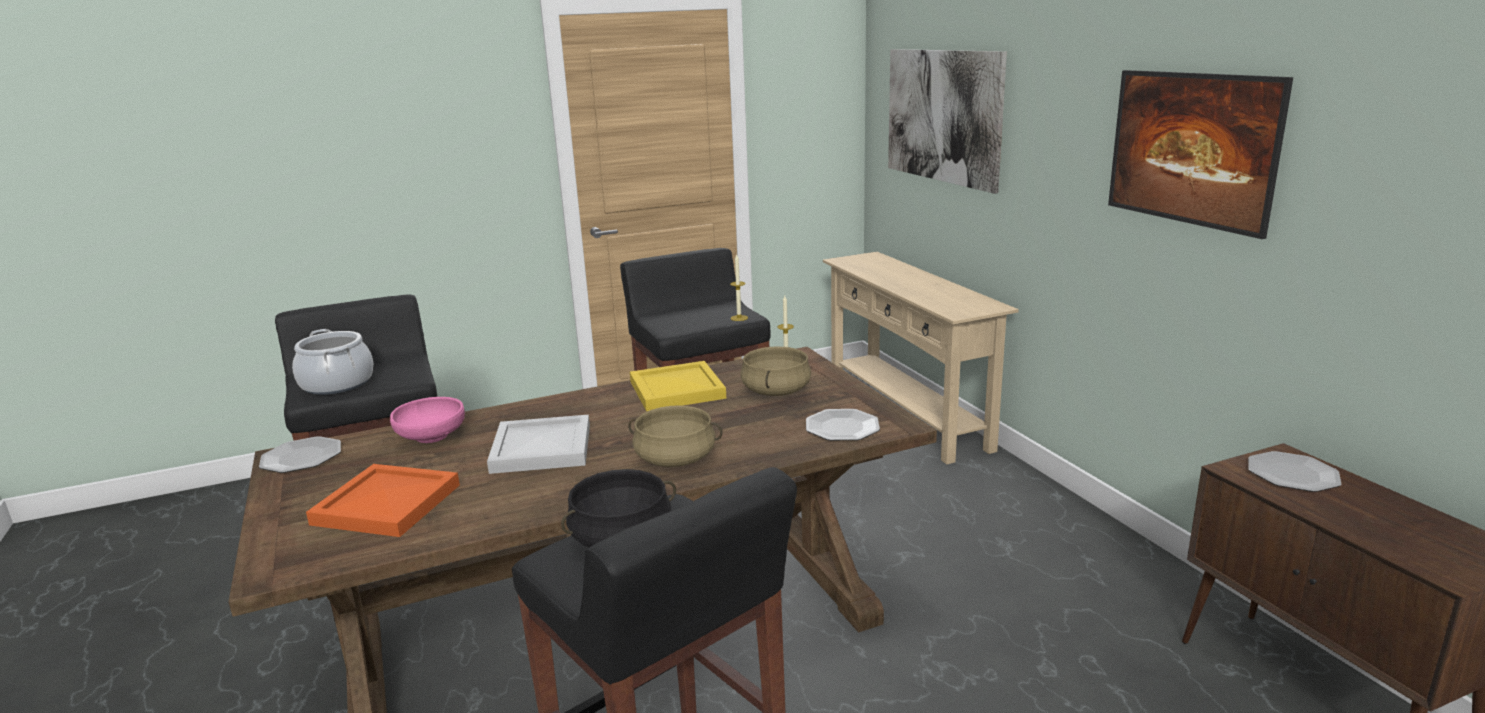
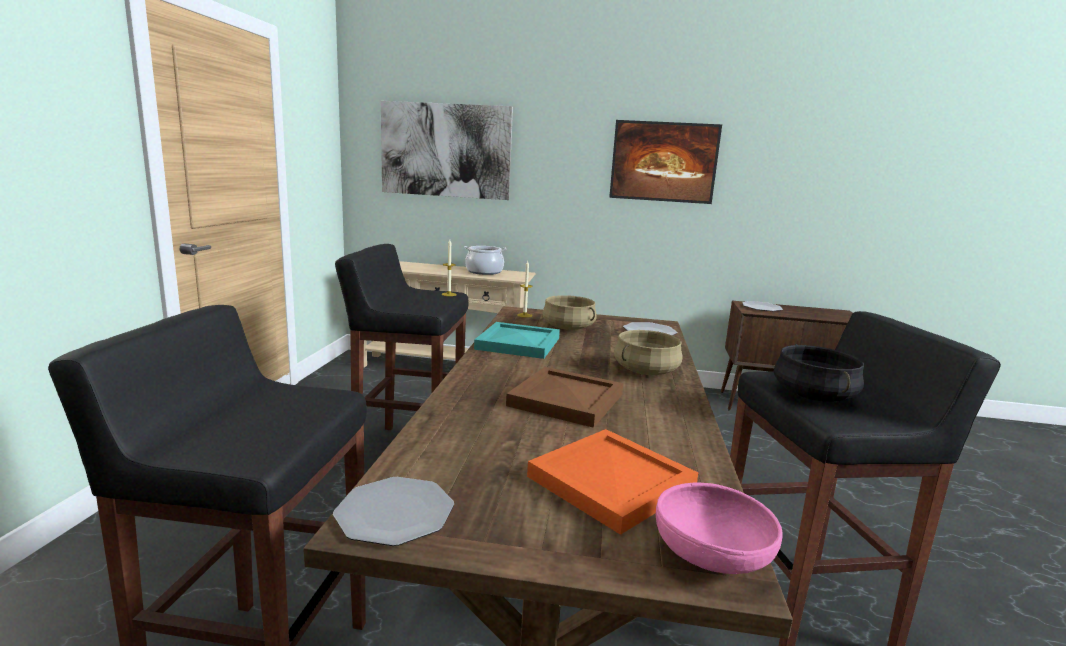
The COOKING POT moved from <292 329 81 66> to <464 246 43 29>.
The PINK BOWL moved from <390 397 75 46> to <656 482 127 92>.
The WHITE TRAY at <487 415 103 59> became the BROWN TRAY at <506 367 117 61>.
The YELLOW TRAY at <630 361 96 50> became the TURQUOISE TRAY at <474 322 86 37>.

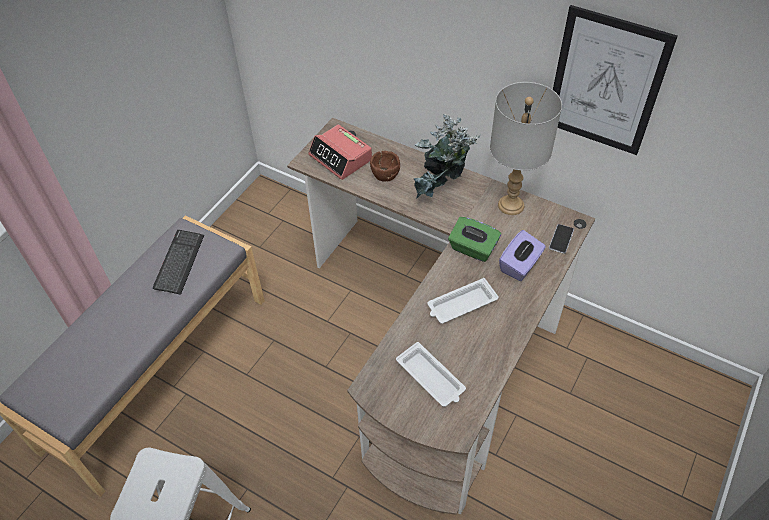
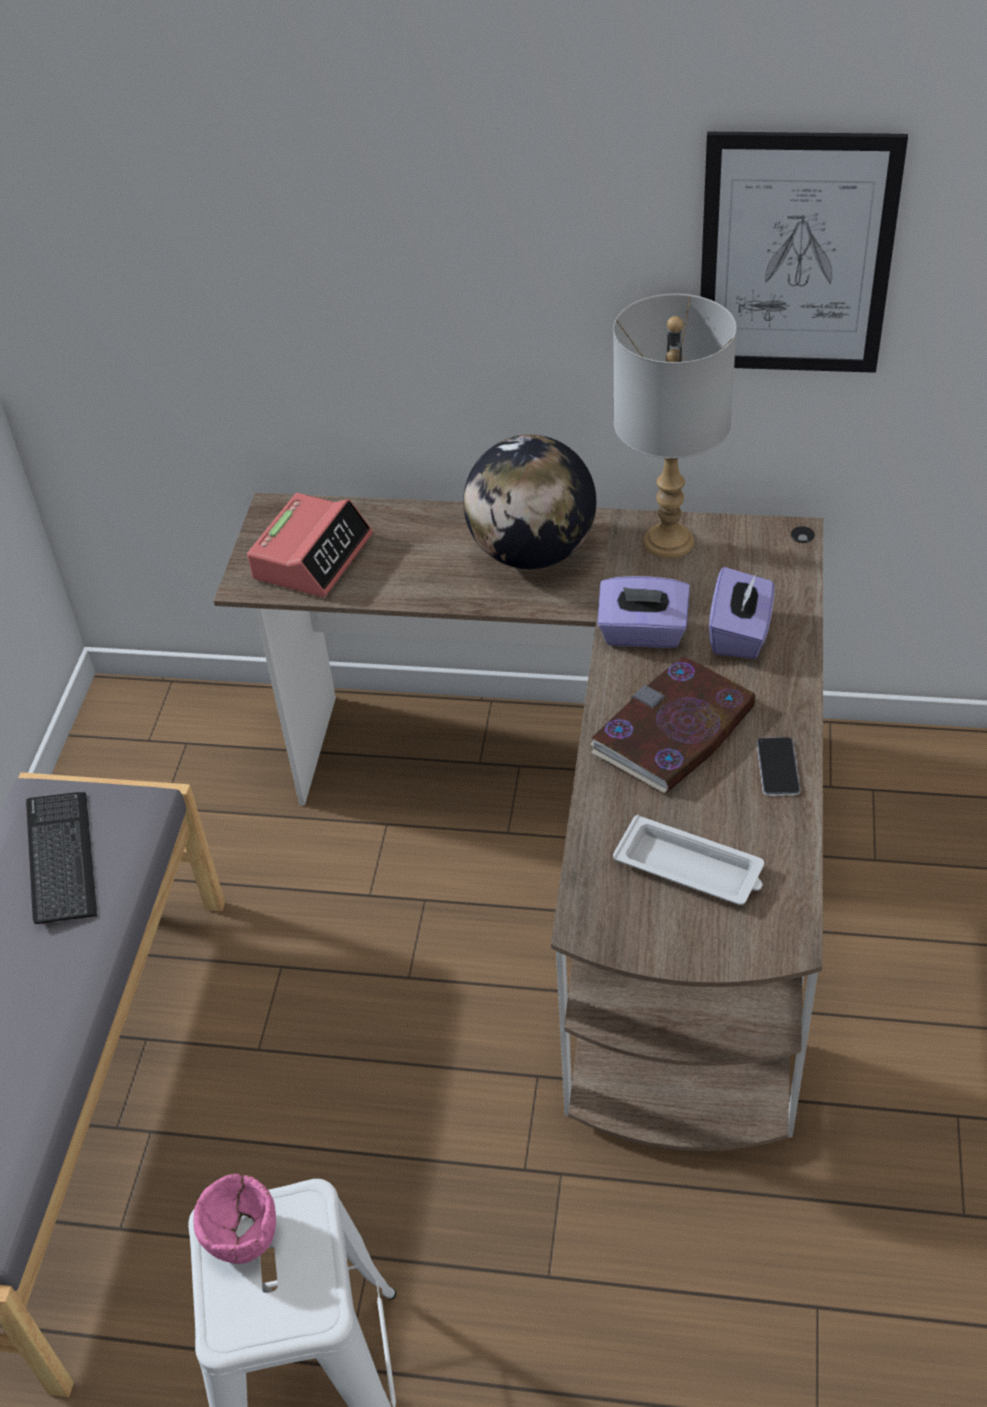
The BROWN BOWL at <370 151 30 31> disappeared.
The PINK BOWL at <193 1174 83 90> appeared.
The PHONE moved from <549 224 25 30> to <756 737 45 59>.
The POTTED PLANT at <414 114 67 84> was replaced by the GLOBE at <463 435 133 134>.
The WHITE TRAY at <427 278 72 46> was replaced by the BOOK at <590 656 166 138>.
The GREEN TISSUE BOX at <448 217 53 45> became the PURPLE TISSUE BOX at <597 576 93 72>.
The ALARM CLOCK at <308 124 64 56> turned 90 degrees counterclockwise.

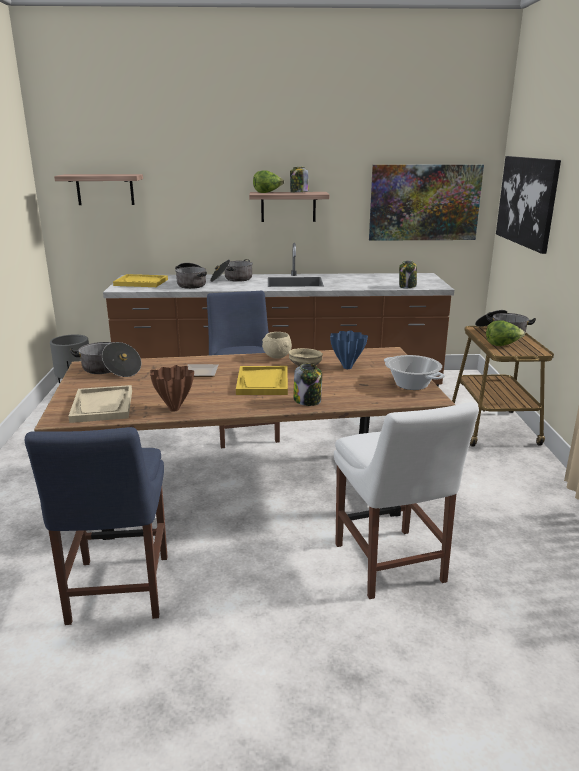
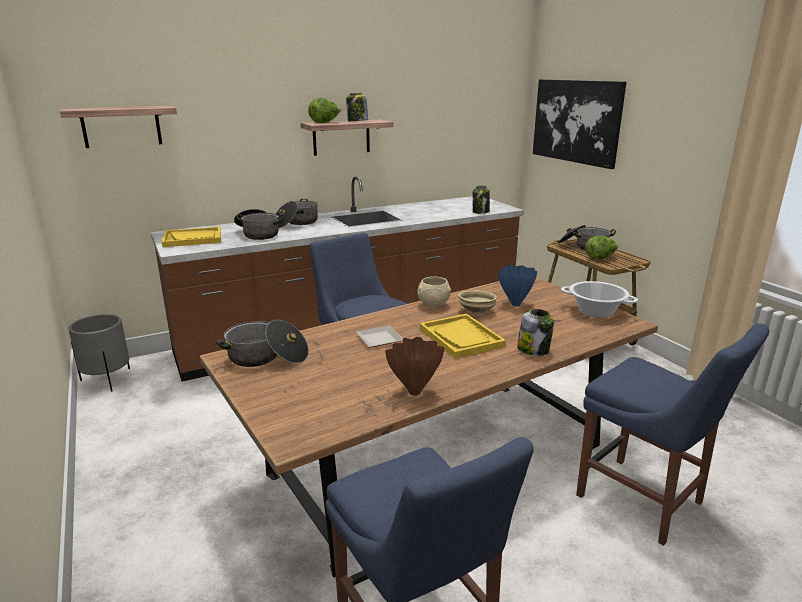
The BEIGE TRAY at <68 385 64 38> disappeared.
The PICTURE at <369 165 115 76> disappeared.
The WHITE CHAIR at <334 402 145 197> became the BLUE CHAIR at <576 323 193 223>.

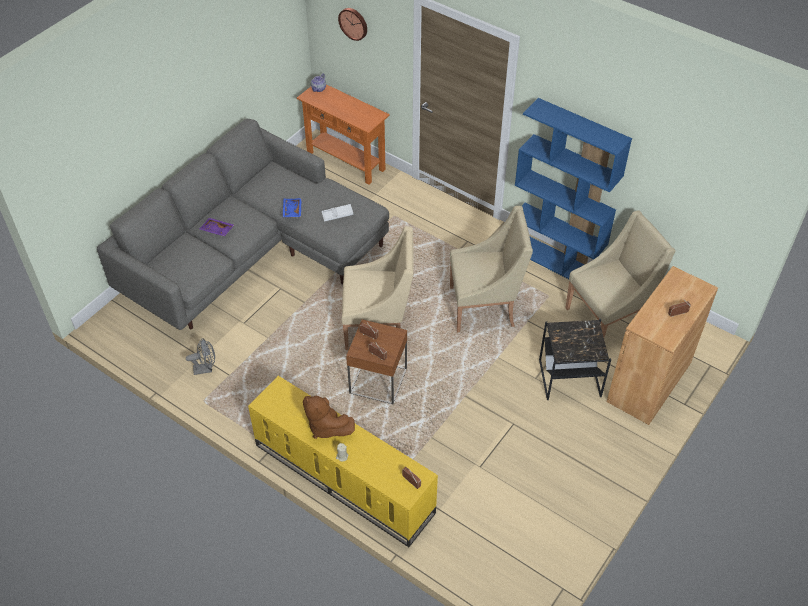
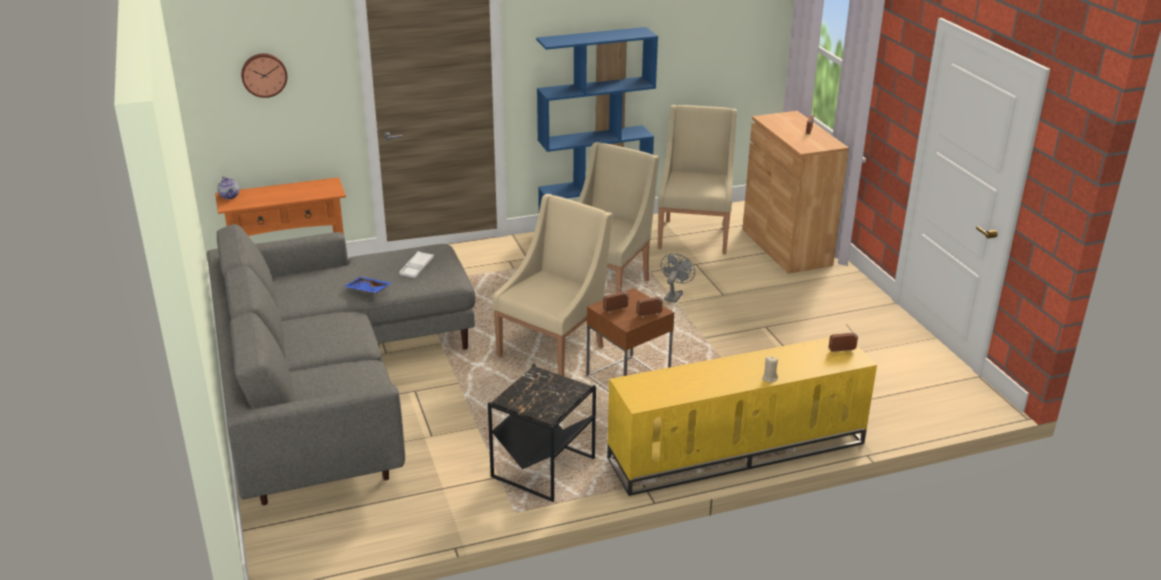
The PURPLE TRAY at <199 218 35 18> disappeared.
The BROWN PLUSH TOY at <303 395 52 44> disappeared.
The GREY FAN moved from <186 338 29 37> to <661 253 34 50>.
The BLACK SIDE TABLE moved from <539 319 72 81> to <488 364 108 138>.

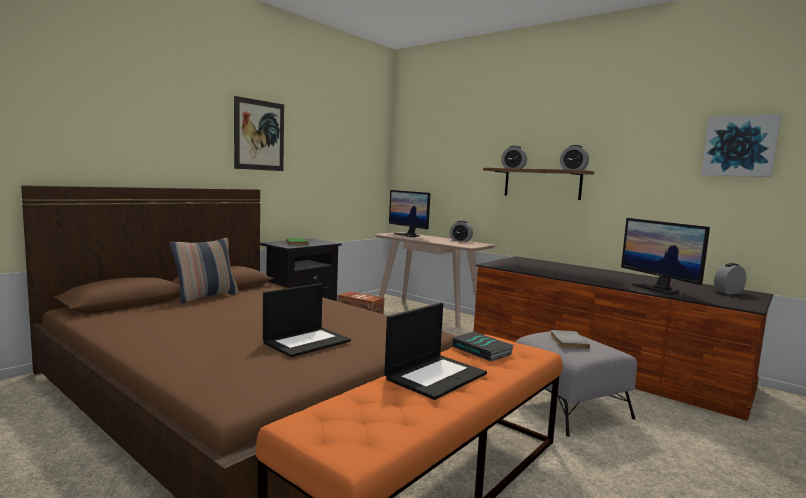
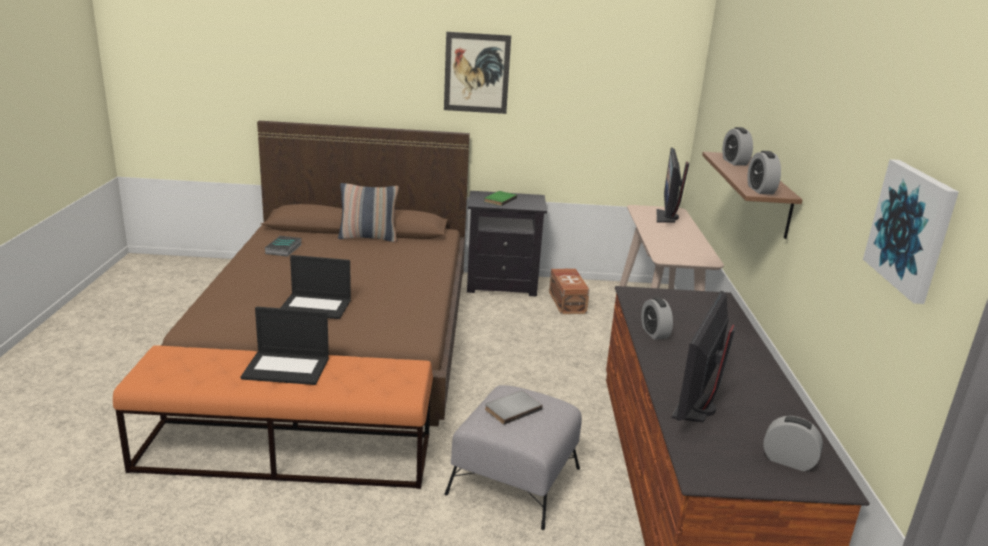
The ALARM CLOCK moved from <450 221 23 21> to <641 297 32 43>.
The BOOK moved from <452 332 62 29> to <265 236 37 21>.

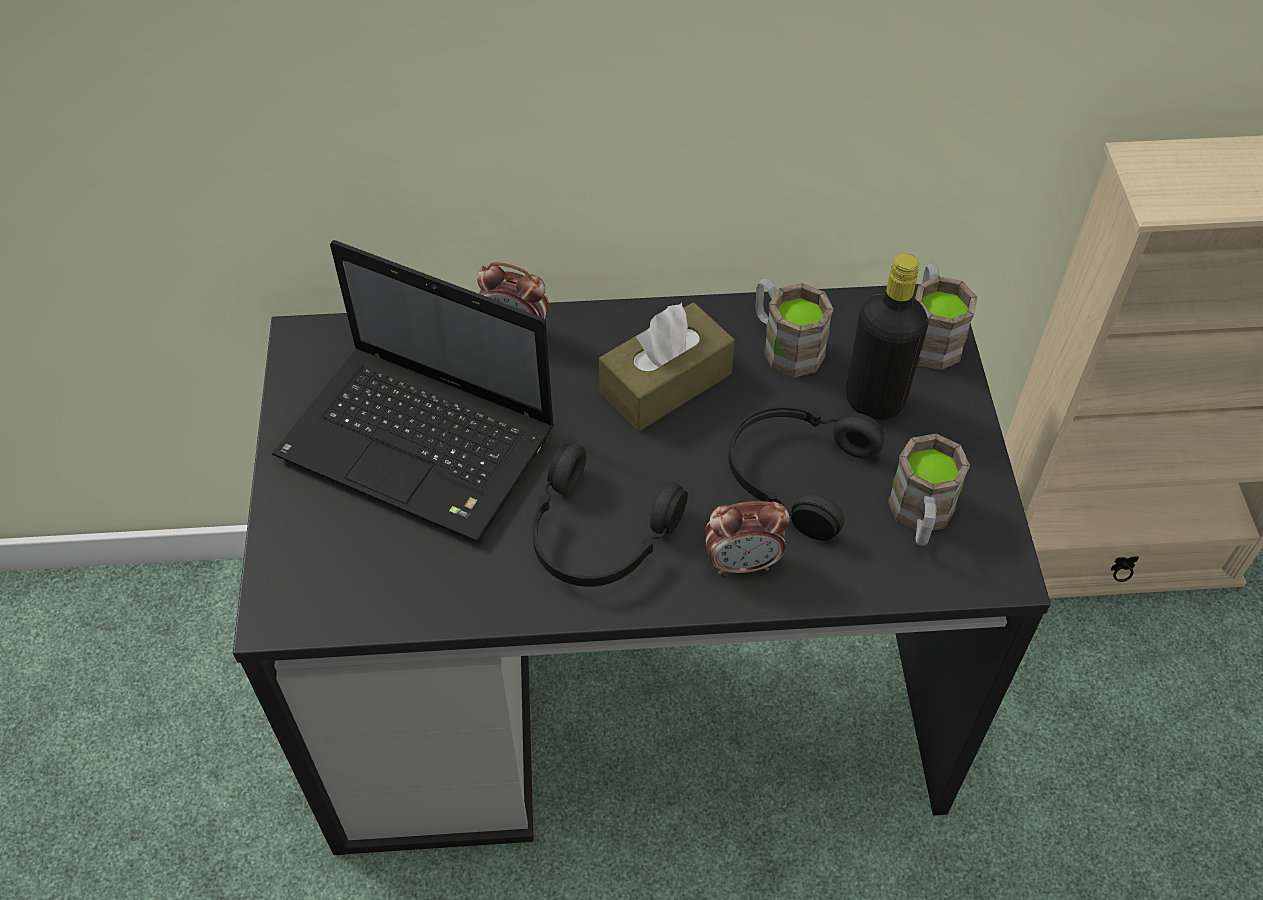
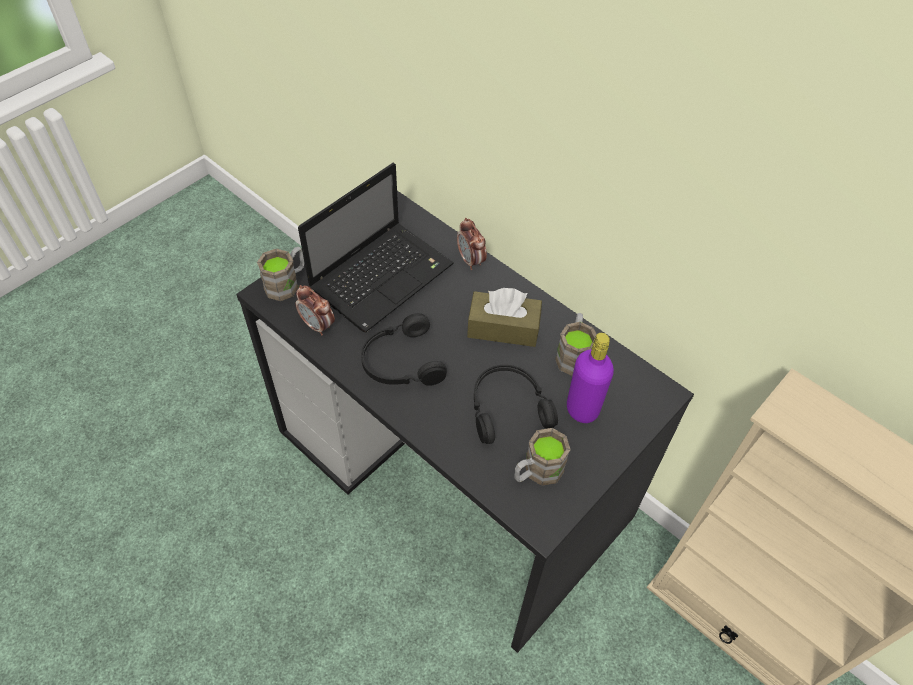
The ALARM CLOCK moved from <705 501 85 73> to <296 285 39 50>.
The BROWN MUG moved from <915 263 63 107> to <257 247 47 54>.
The BLACK BOTTLE at <846 254 82 166> became the PURPLE BOTTLE at <567 333 47 90>.
The LAPTOP at <272 240 282 302> turned 120 degrees counterclockwise.

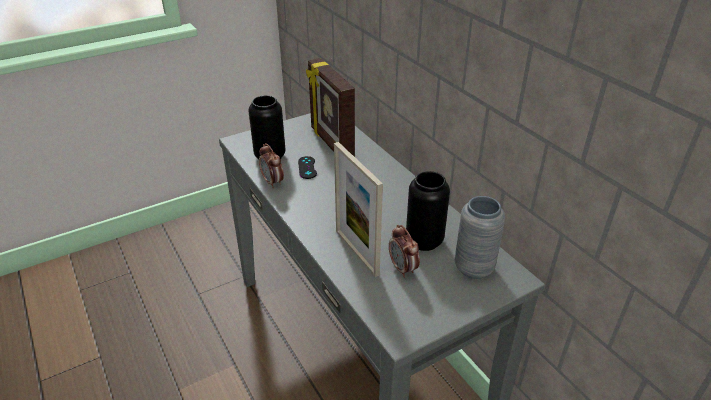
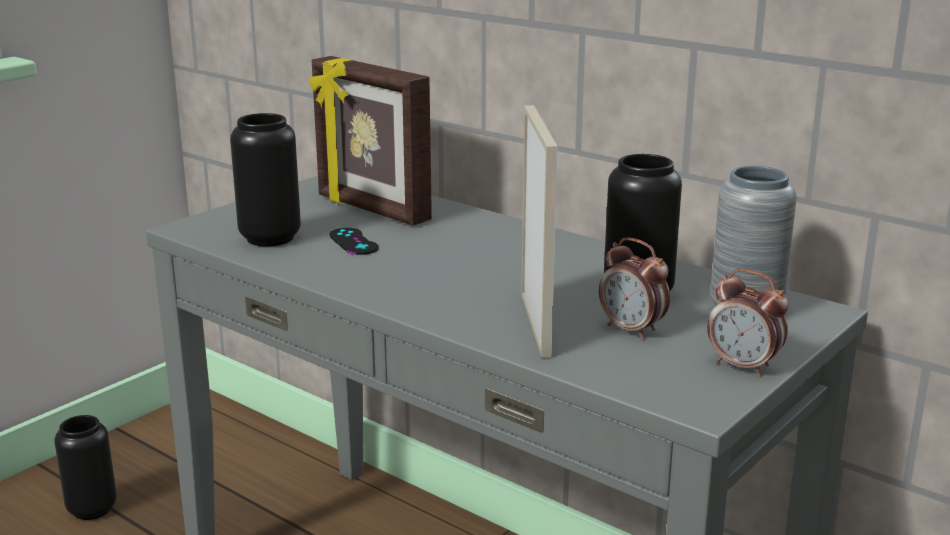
The BLACK VASE at <54 415 63 105> appeared.
The ALARM CLOCK moved from <259 143 25 45> to <707 269 82 108>.
The PICTURE FRAME at <334 142 49 135> turned 135 degrees counterclockwise.

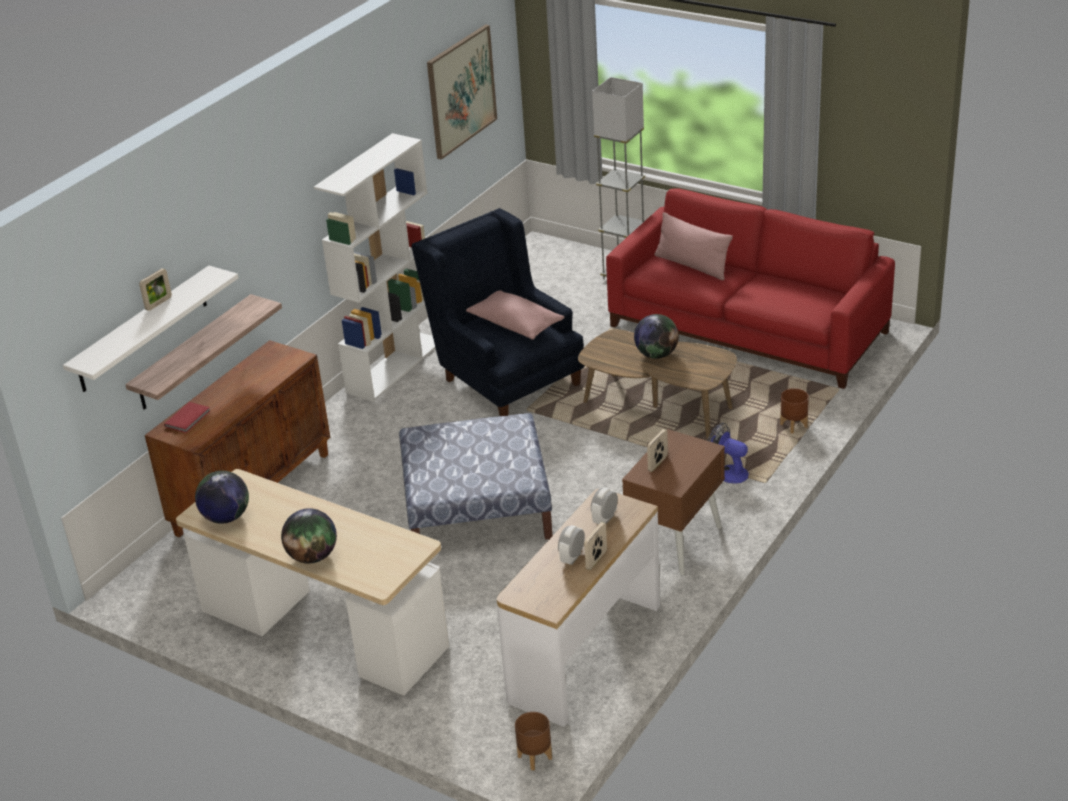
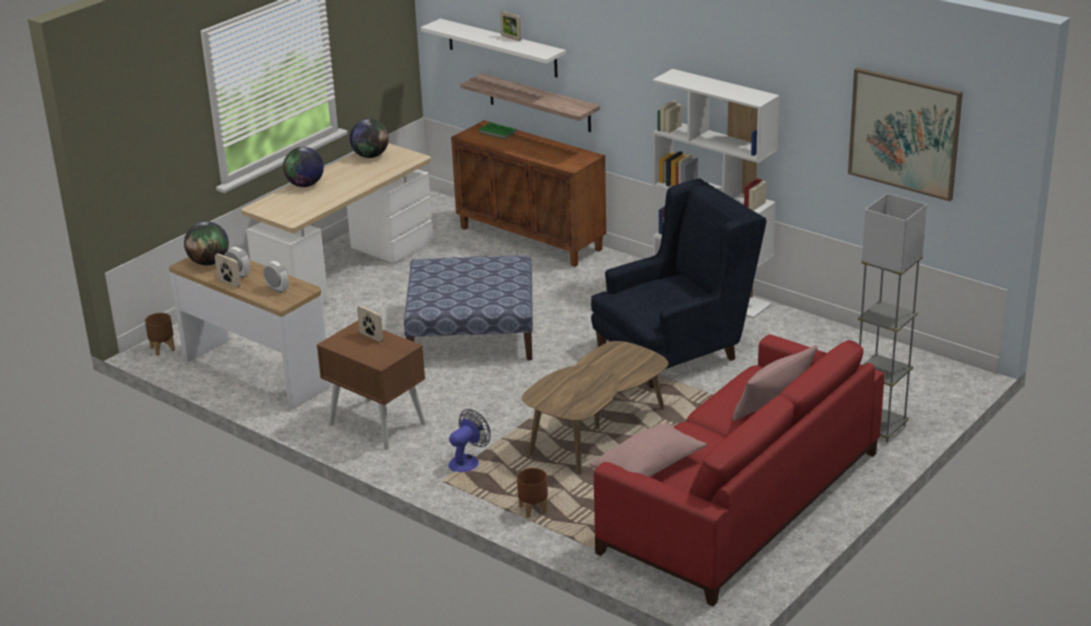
The PINK PILLOW moved from <466 290 98 50> to <590 422 117 55>.
The GLOBE moved from <634 314 45 45> to <184 221 45 44>.
The RED BOOK at <164 402 46 31> became the GREEN BOOK at <478 123 39 16>.

